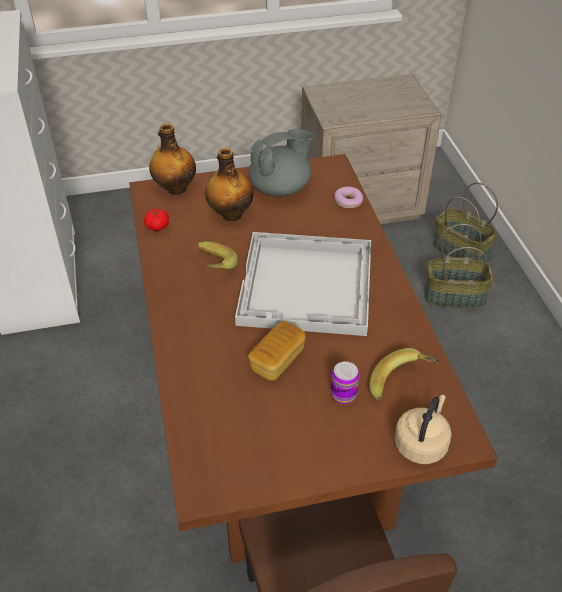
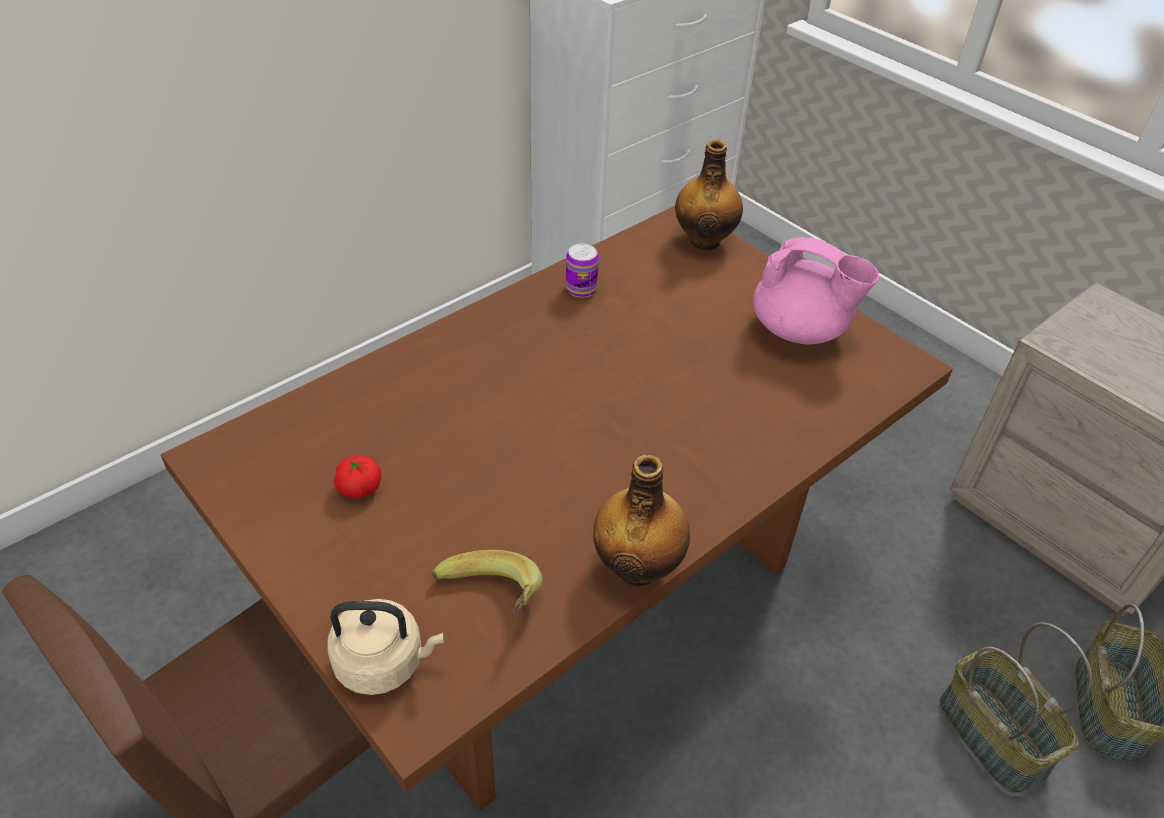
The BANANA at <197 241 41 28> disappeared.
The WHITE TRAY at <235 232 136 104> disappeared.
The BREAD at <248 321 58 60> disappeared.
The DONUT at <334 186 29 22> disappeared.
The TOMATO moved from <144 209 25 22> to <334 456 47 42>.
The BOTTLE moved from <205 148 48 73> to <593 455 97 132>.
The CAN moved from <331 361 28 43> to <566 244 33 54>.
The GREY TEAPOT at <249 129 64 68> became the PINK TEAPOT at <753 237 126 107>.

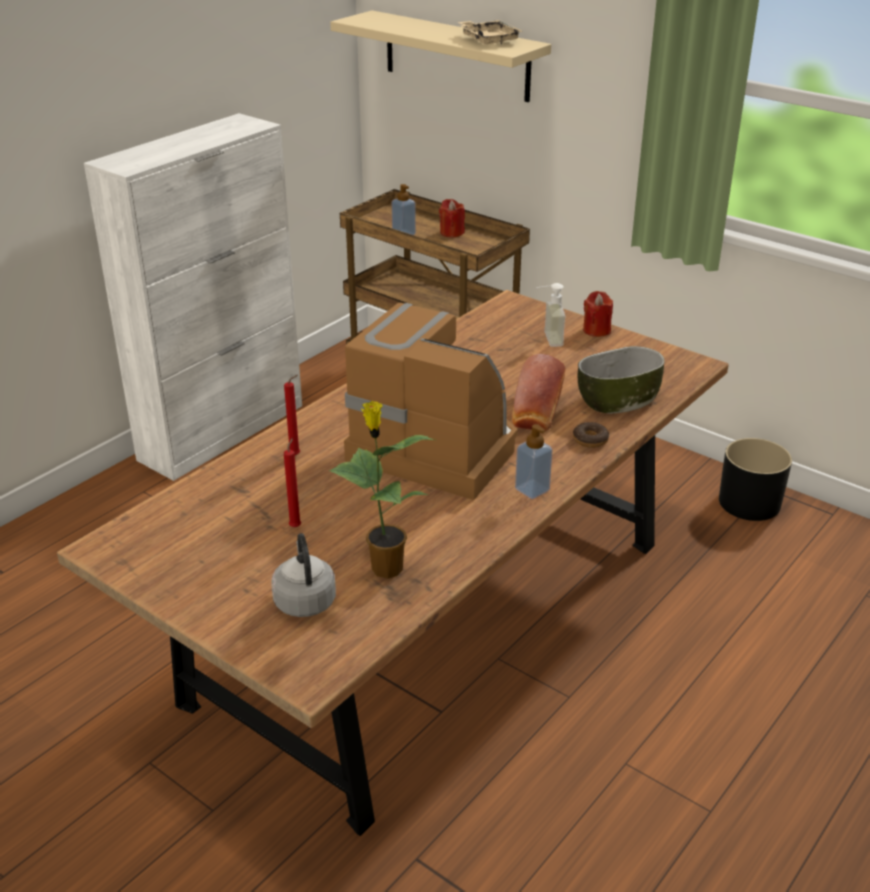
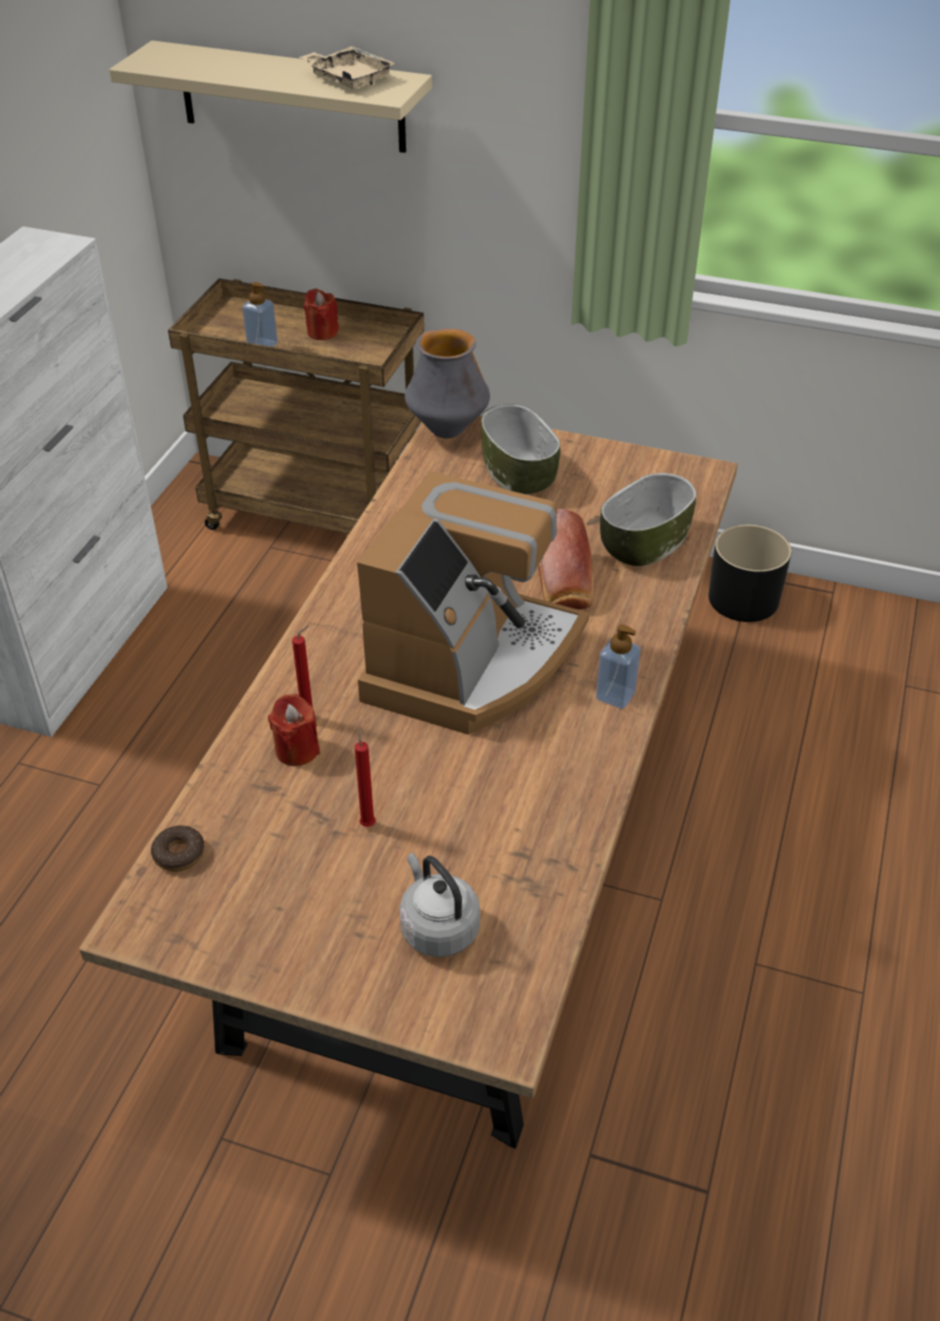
The POTTED PLANT at <329 401 106 178> disappeared.
The VASE at <405 328 85 110> appeared.
The DONUT moved from <573 422 36 26> to <151 825 54 47>.
The RED CANDLE moved from <583 291 30 46> to <268 694 52 72>.
The SOAP DISPENSER at <536 283 30 64> was replaced by the BOWL at <481 404 79 91>.
The COFFEE MACHINE at <344 303 174 197> turned 105 degrees clockwise.

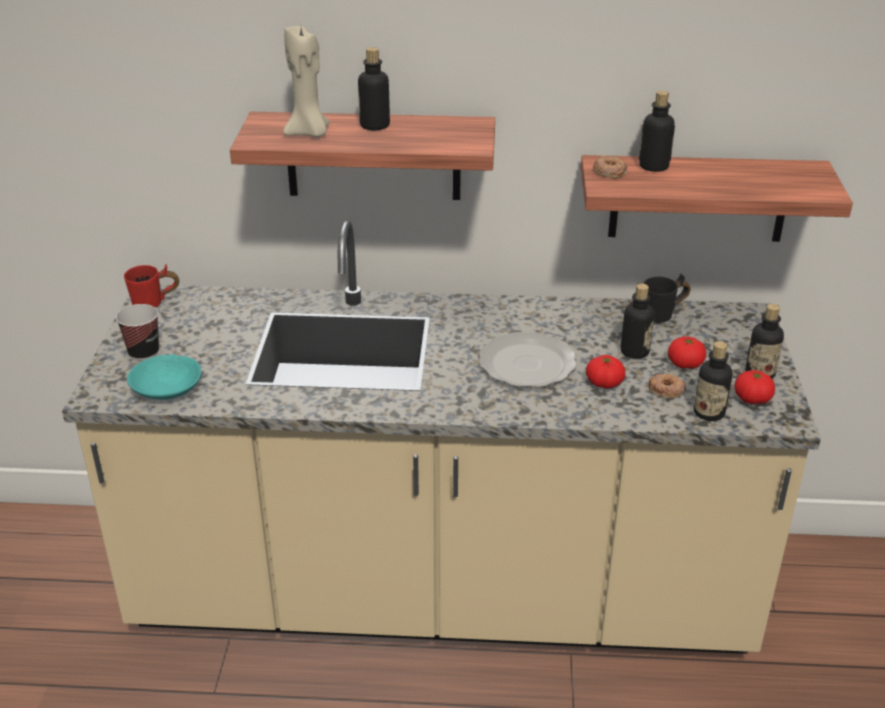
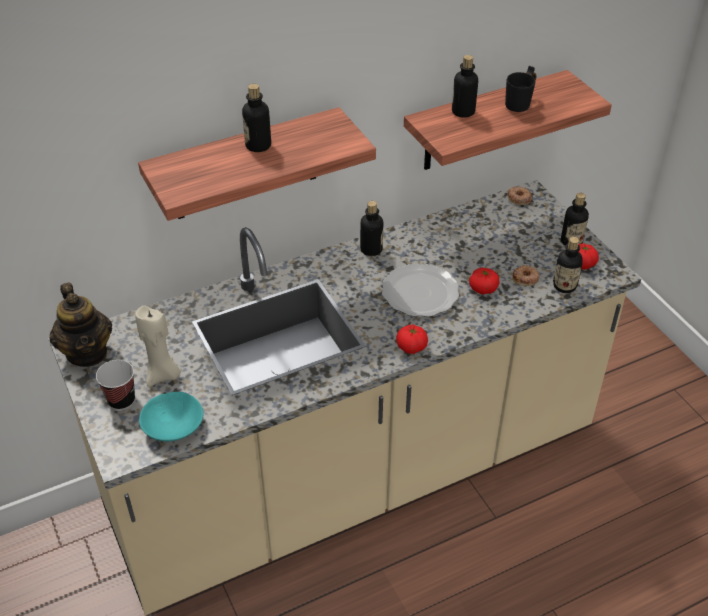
The BEIGE CANDLE moved from <283 26 47 111> to <135 305 45 82>.
The DONUT moved from <593 155 34 23> to <508 186 24 19>.
The BOTTLE moved from <621 284 33 75> to <360 201 23 55>.
The BLACK MUG moved from <644 273 46 50> to <505 66 31 46>.
The TOMATO moved from <668 337 38 32> to <396 325 32 29>.
The RED MUG at <124 264 55 44> was replaced by the TEAPOT at <50 283 62 84>.

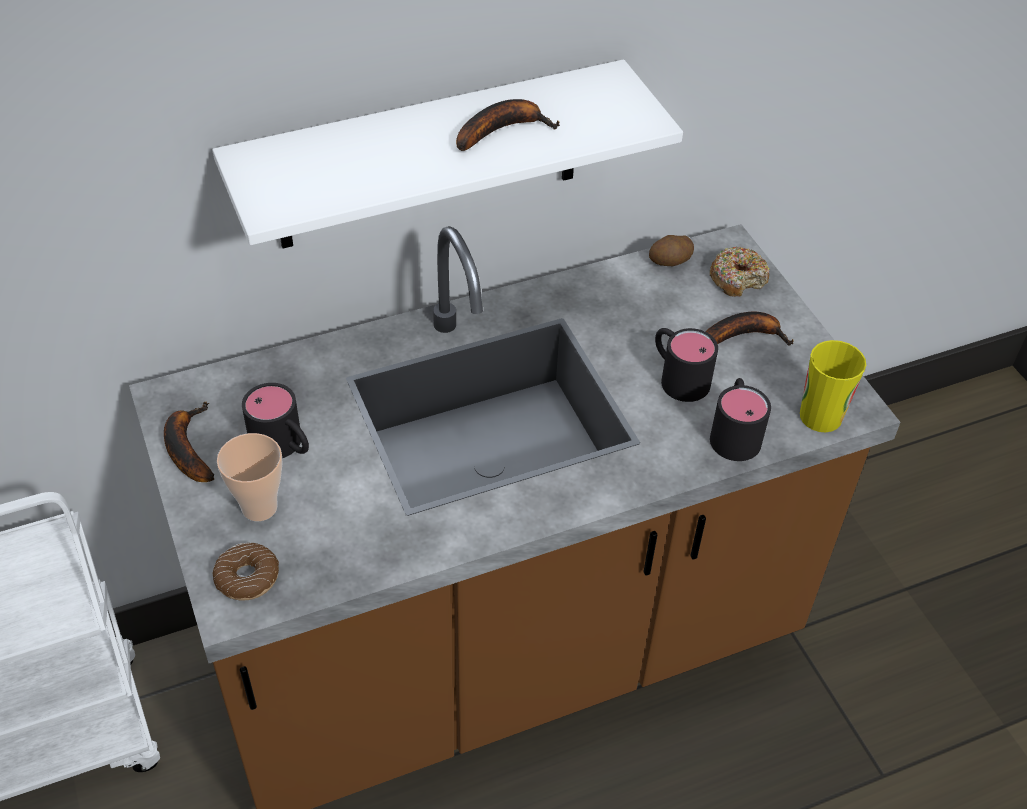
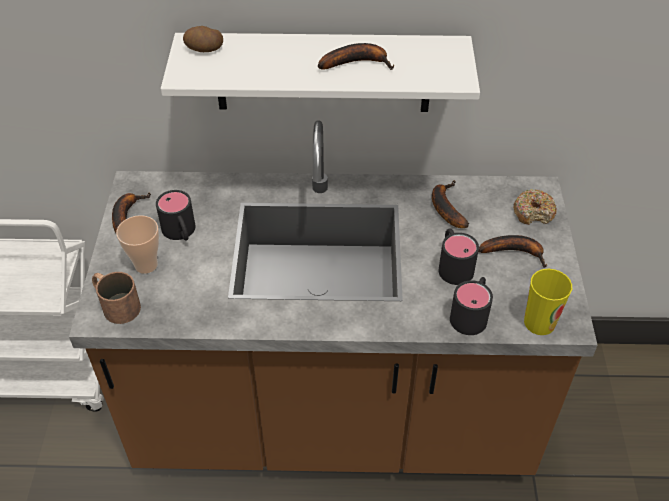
The BANANA at <432 180 37 48> appeared.
The POTATO moved from <649 235 45 31> to <183 26 40 26>.
The DONUT at <213 543 66 57> was replaced by the BROWN MUG at <92 272 49 52>.

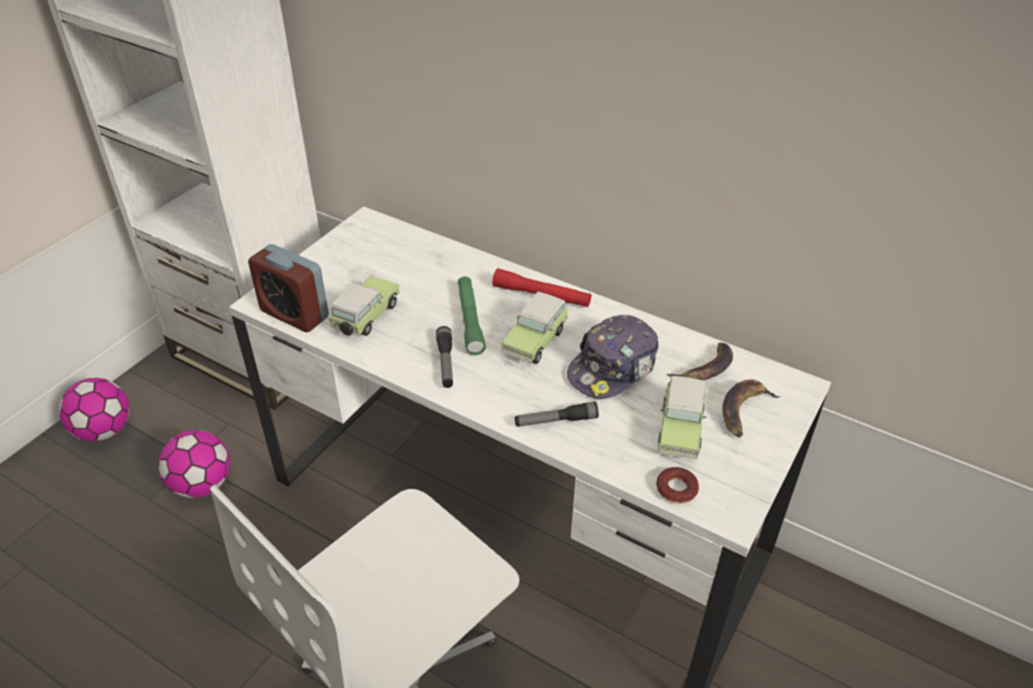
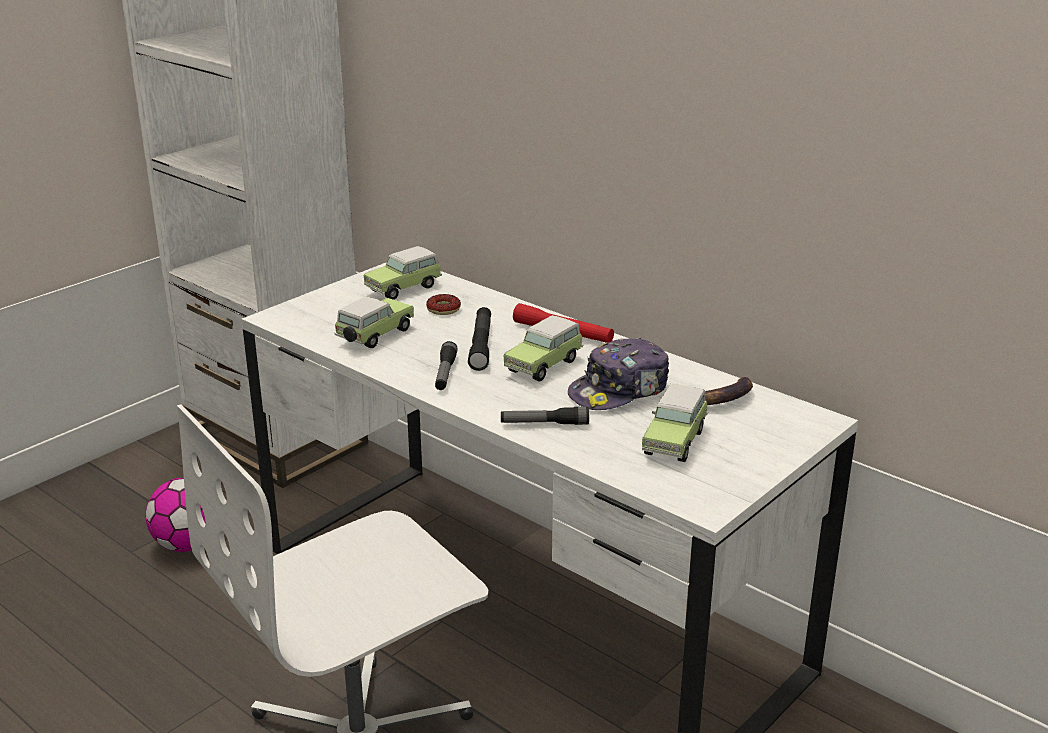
The FOOTBALL at <59 378 70 63> disappeared.
The ALARM CLOCK at <248 244 81 88> disappeared.
The BANANA at <722 380 59 57> disappeared.
The TOY CAR at <364 246 78 54> appeared.
The DONUT moved from <656 467 43 37> to <426 294 35 21>.
The GREEN FLASHLIGHT at <458 276 28 79> became the BLACK FLASHLIGHT at <468 307 23 64>.

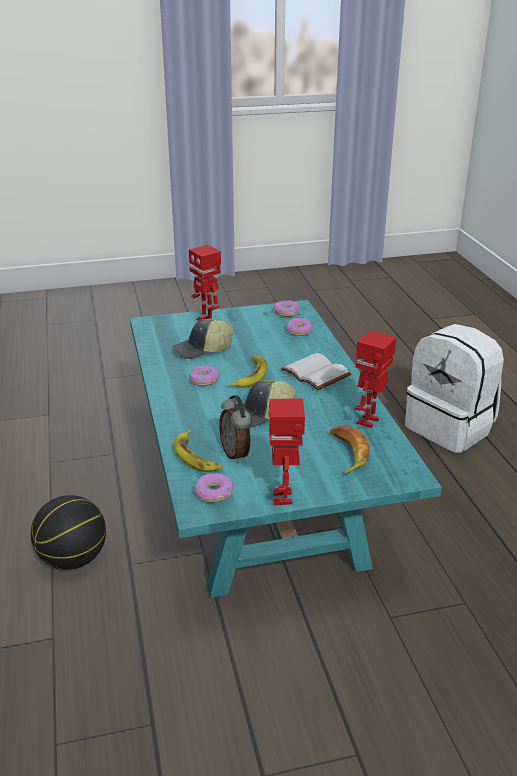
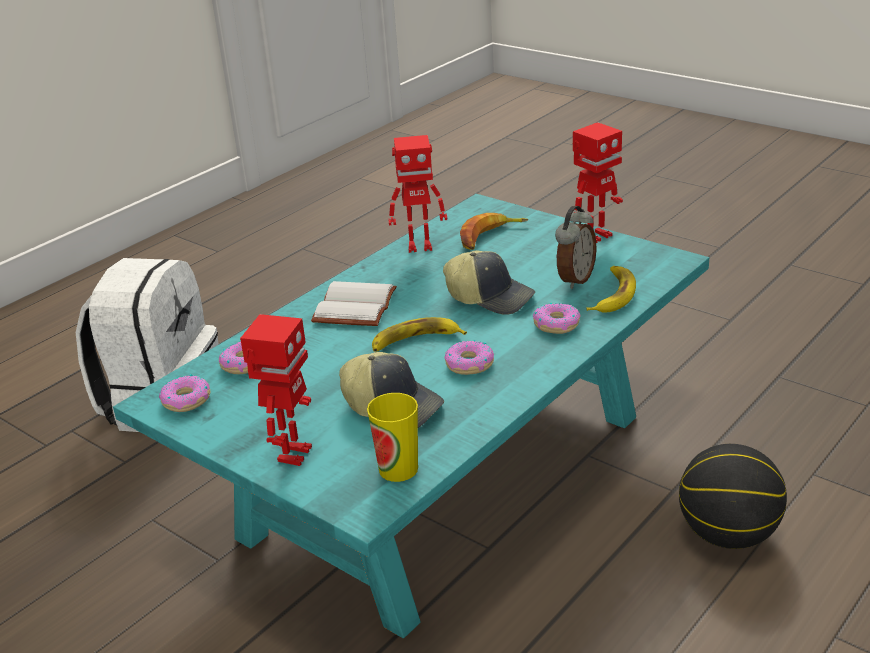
The CUP at <367 393 51 89> appeared.
The DONUT moved from <194 472 40 30> to <533 303 48 31>.

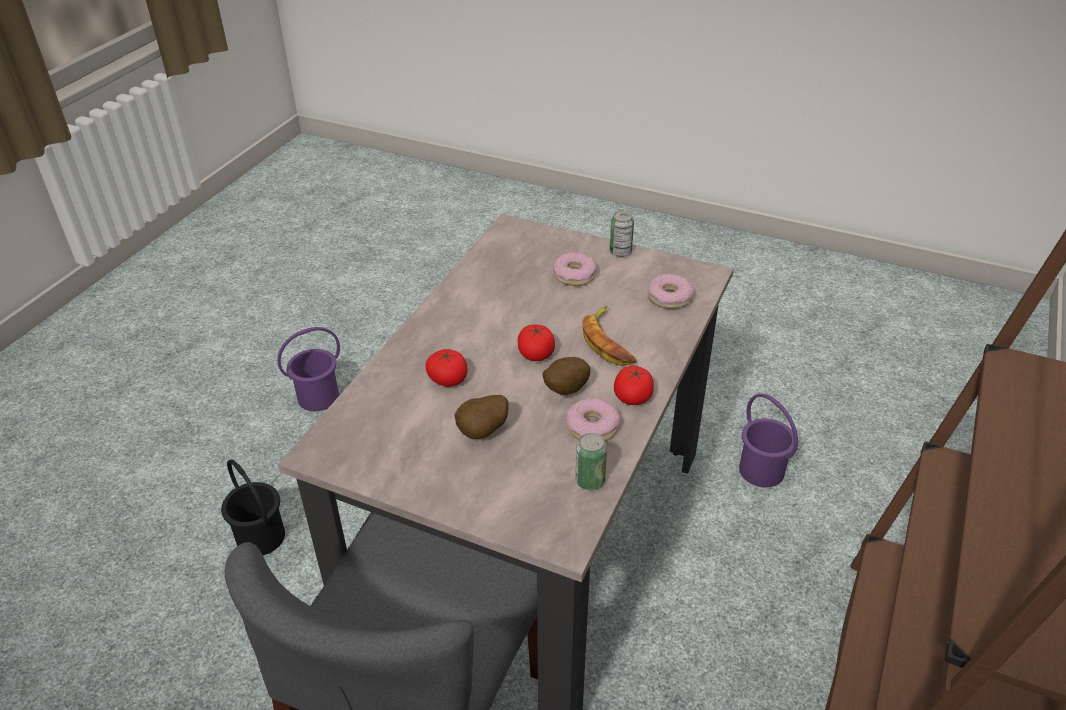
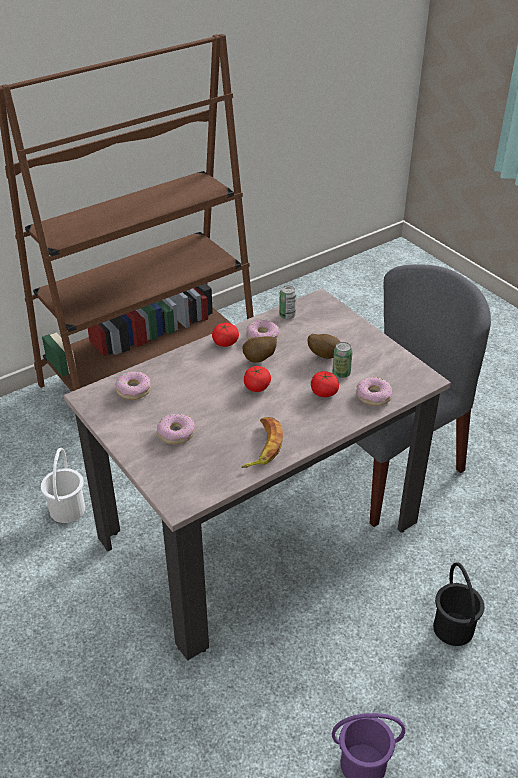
The DONUT at <356 377 37 29> appeared.
The BANANA moved from <582 305 54 61> to <241 417 42 51>.
The CAN moved from <610 211 24 46> to <333 342 20 36>.
The PURPLE BUCKET at <739 394 59 93> became the WHITE BUCKET at <41 448 44 75>.

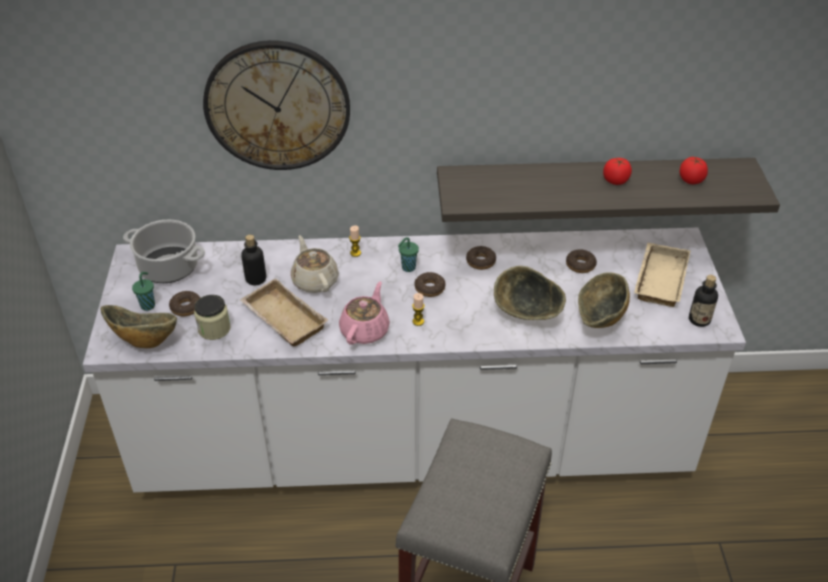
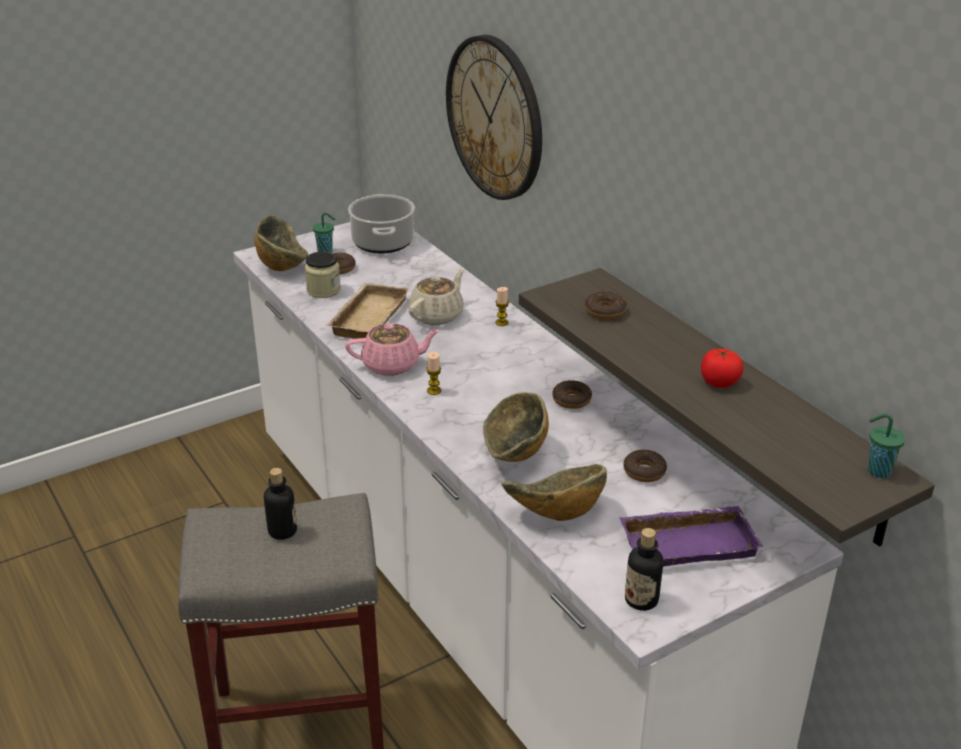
The TOMATO at <679 157 29 27> disappeared.
The BOTTLE moved from <242 235 24 50> to <264 468 33 72>.
The GREEN CUP moved from <398 237 21 35> to <867 413 38 65>.
The DONUT moved from <414 272 32 25> to <585 291 42 29>.
The BEIGE TRAY at <634 243 56 64> became the PURPLE TRAY at <619 506 144 61>.

